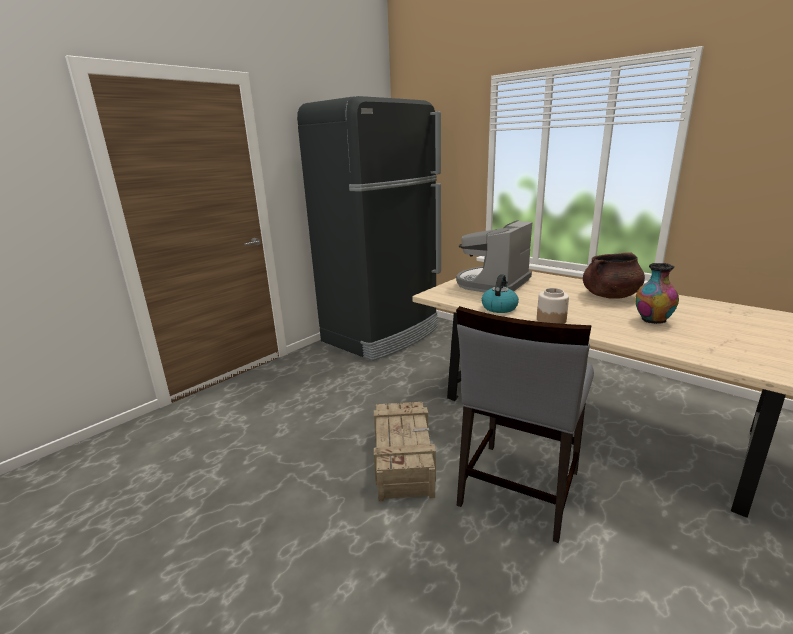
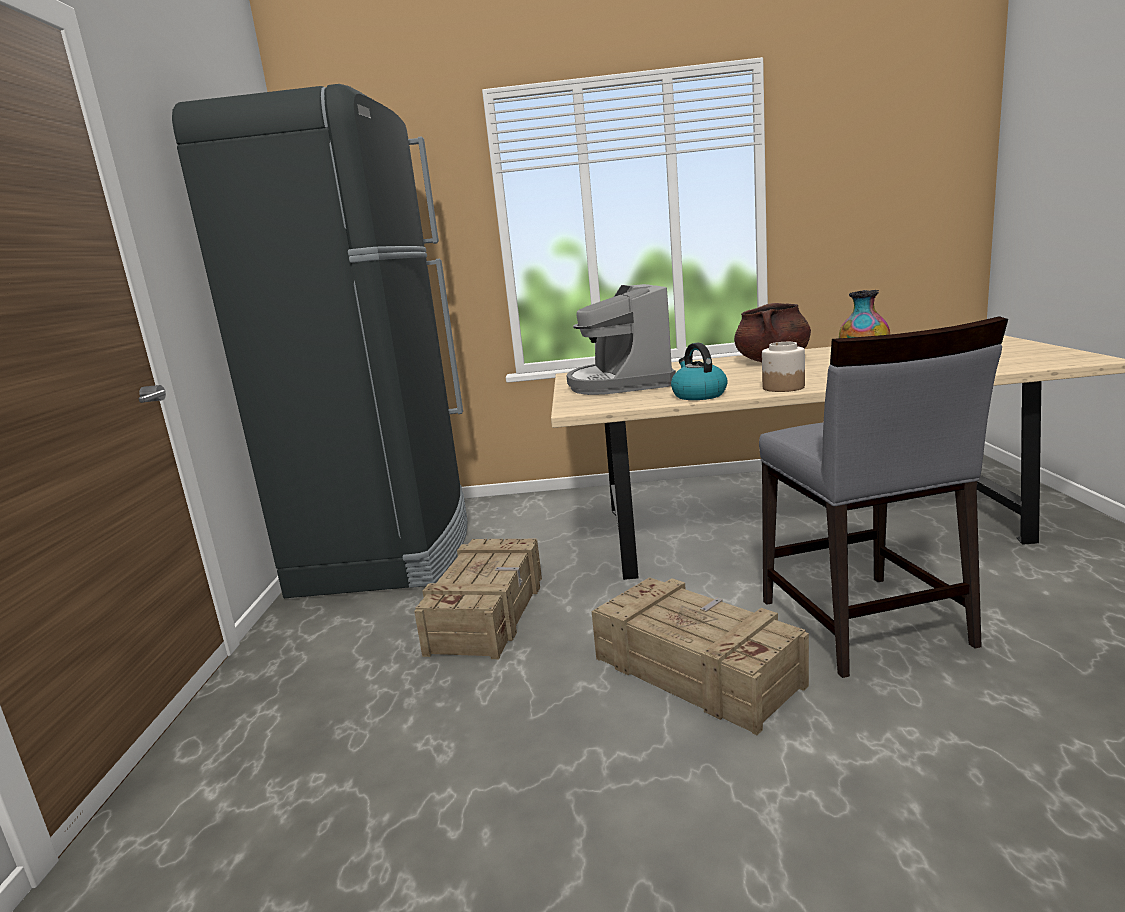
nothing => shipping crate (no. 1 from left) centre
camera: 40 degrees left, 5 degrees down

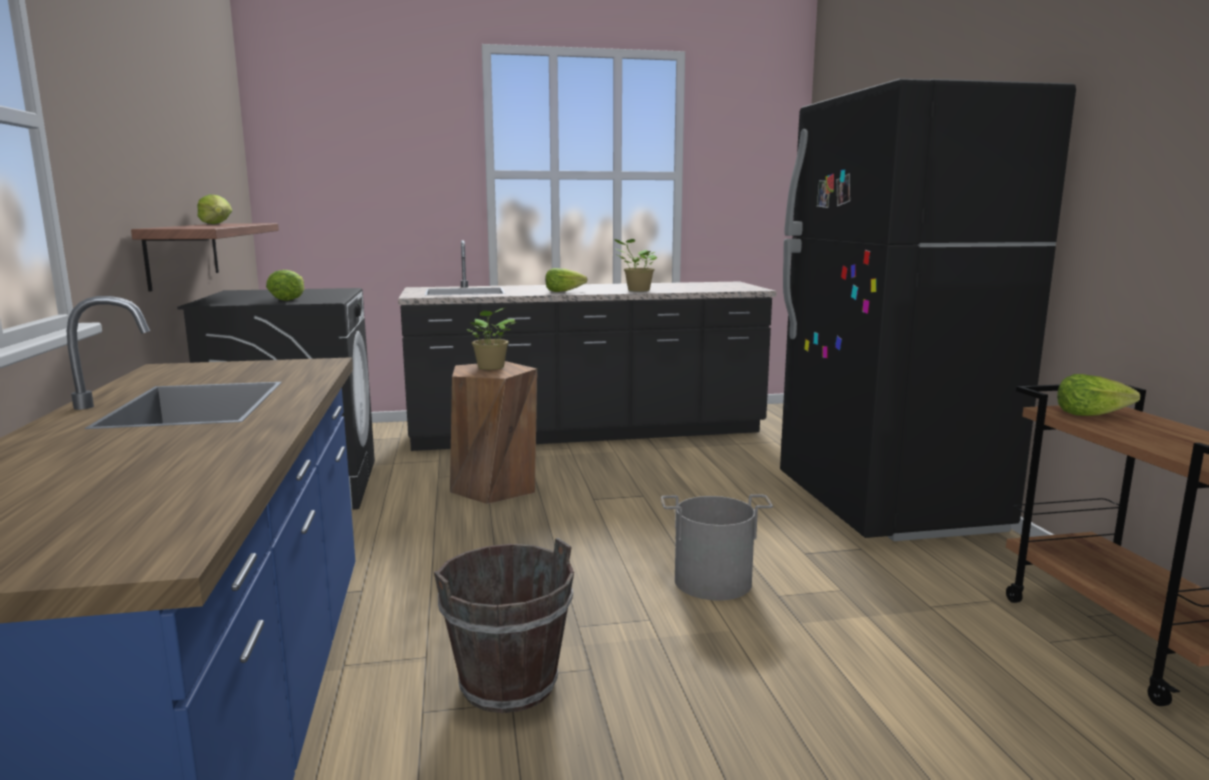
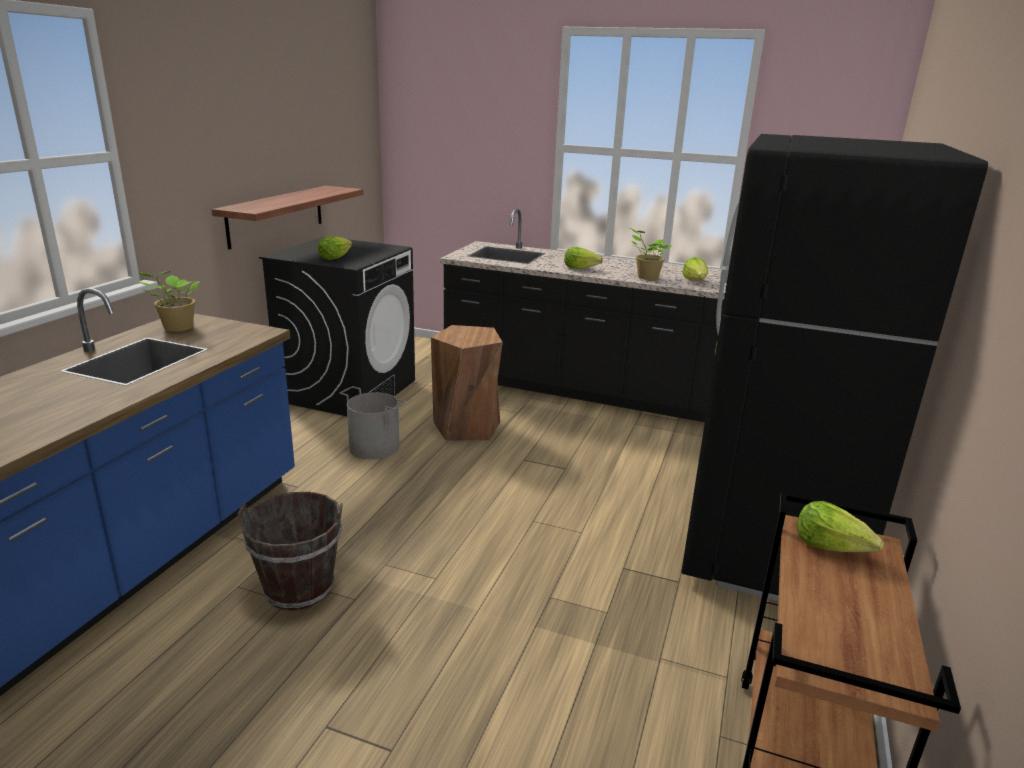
head of lettuce (no. 1 from left in the first image) top left => head of lettuce (no. 3 from left) middle right, shifted
potted plant (no. 1 from left) centre => potted plant (no. 1 from left) middle left, shifted
greyish bucket bottom centre => greyish bucket centre, shifted
camera: 30 degrees right, 10 degrees up

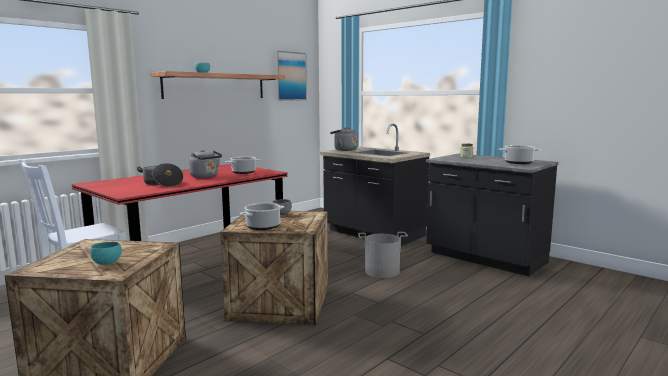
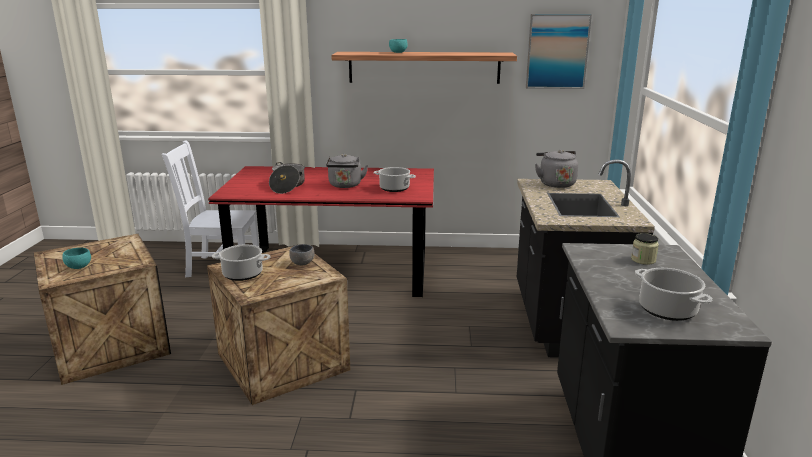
greyish bucket bottom centre => nothing
camera: 50 degrees right, 10 degrees up

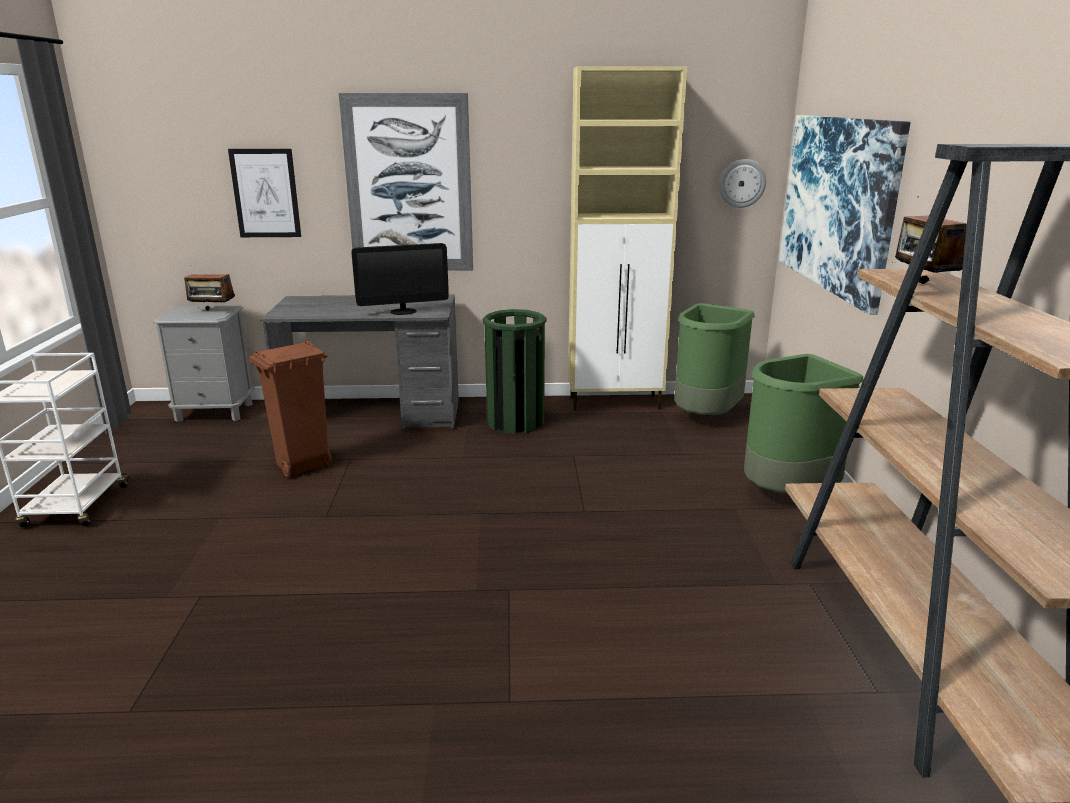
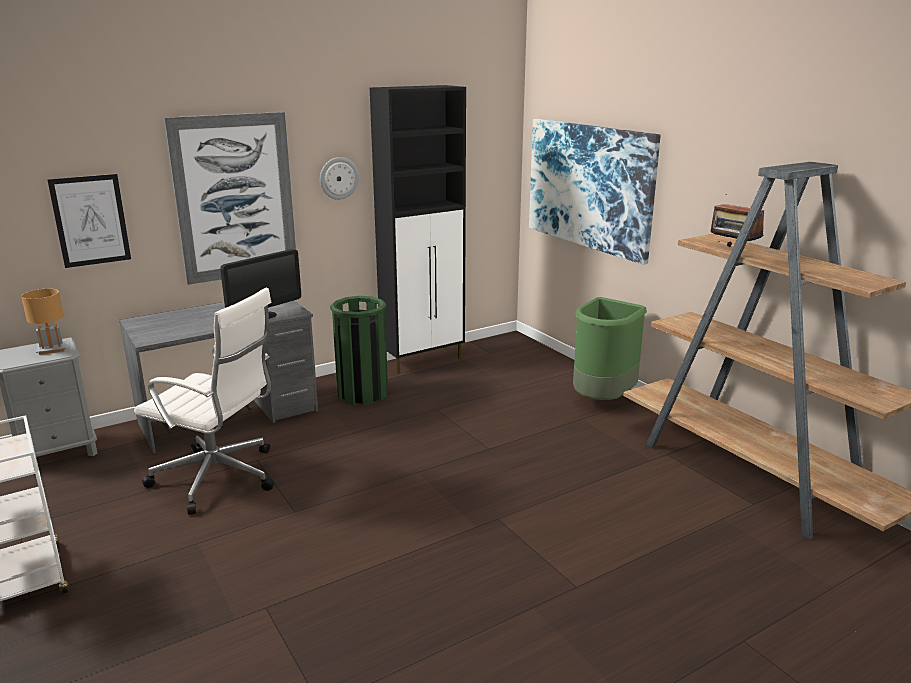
green-coloured trash can (no. 2 from left) middle right => nothing
wall clock top right => wall clock top centre, shifted
radio set (no. 1 from left) middle left => brown table lamp middle left
brown trash can middle left => whitish office chair middle left
beige storage cabinet top centre => black-coloured storage cabinet centre
camera: 30 degrees left, 0 degrees up

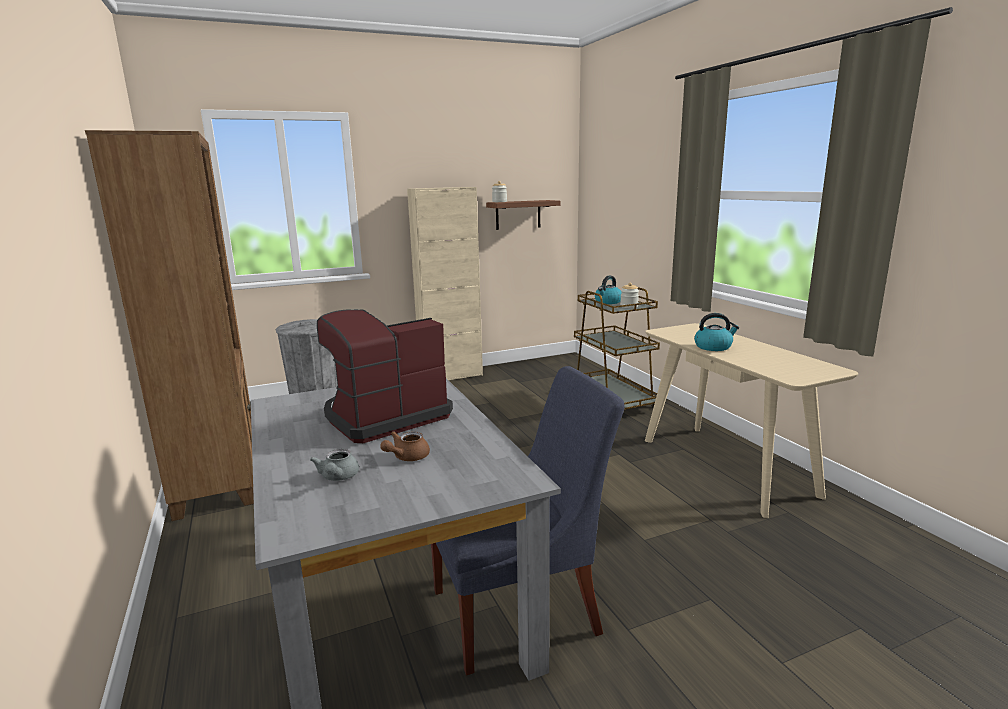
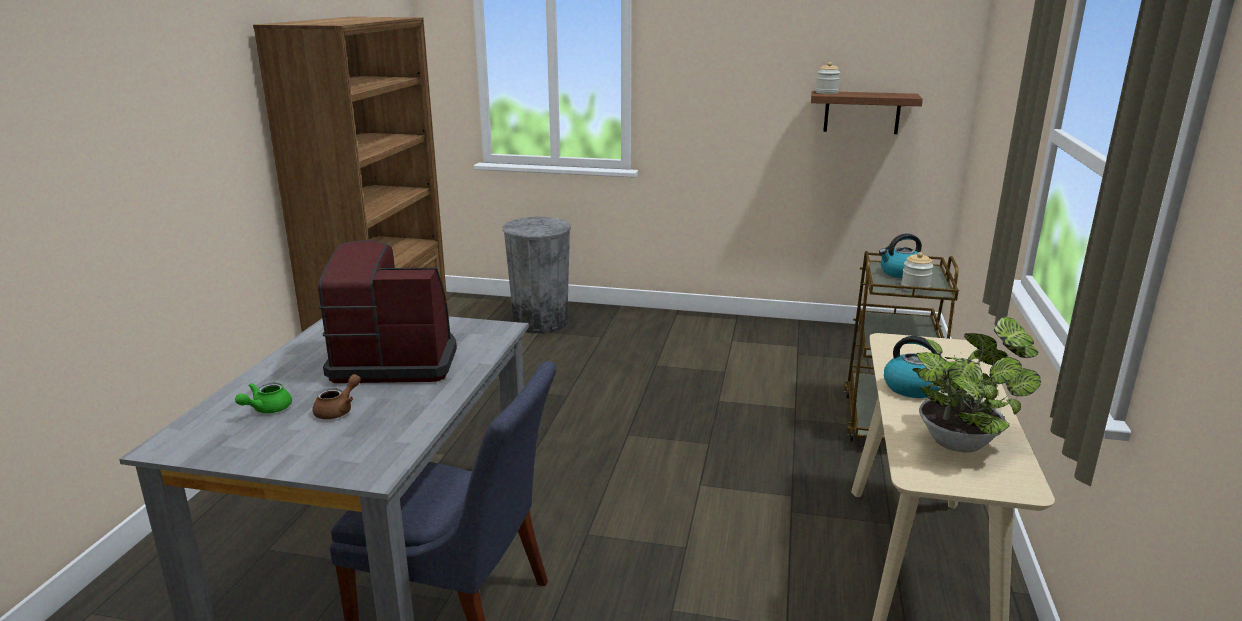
beige storage cabinet centre => nothing
nothing => potted plant middle right
greyish pot for tea middle left => green-coloured pot for tea middle left
brown pot for tea centre => brown pot for tea middle left, 135 degrees clockwise
camera: 35 degrees right, 5 degrees up

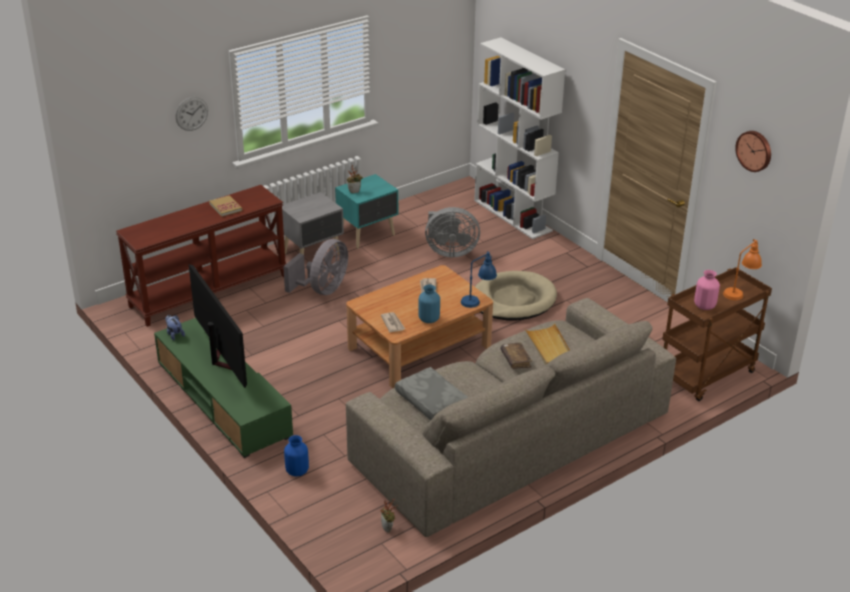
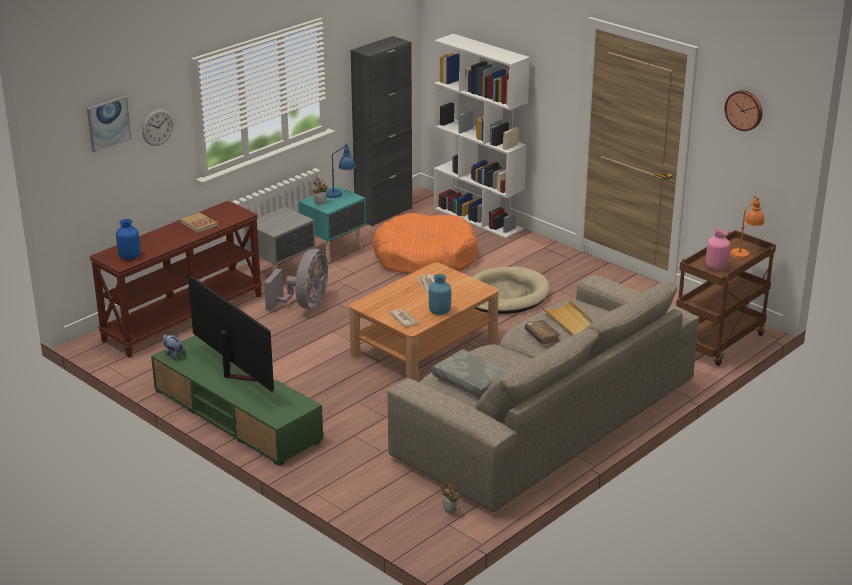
nothing => wall art top left
nothing => black-coloured storage cabinet top centre
blue-coloured decorative vase (no. 1 from left) bottom centre => blue-coloured decorative vase (no. 1 from left) middle left, shifted
blue-coloured table lamp centre => blue-coloured table lamp top centre, shifted
greyish electric fan (no. 2 from left) centre => orange dog bed centre
camera: 10 degrees left, 5 degrees down

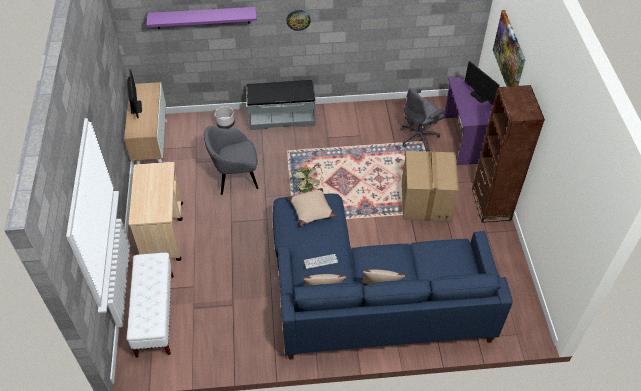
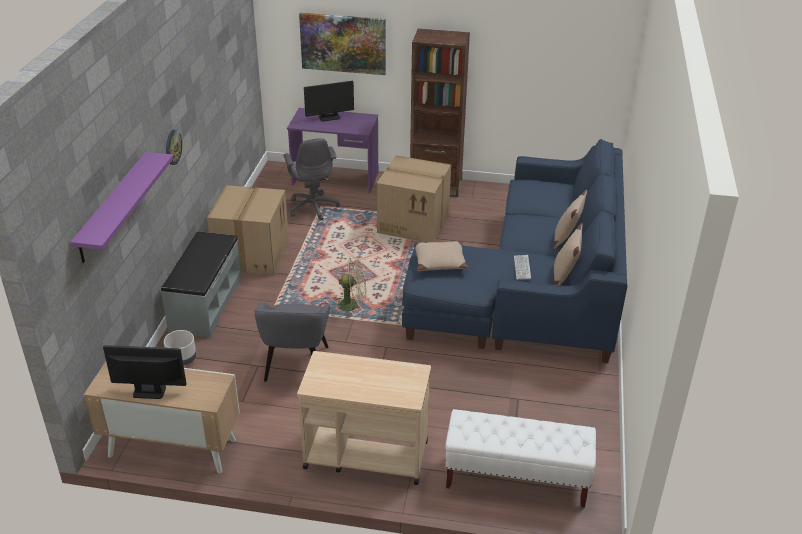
nothing => cardboard box (no. 1 from left) middle left
camera: 75 degrees left, 15 degrees down

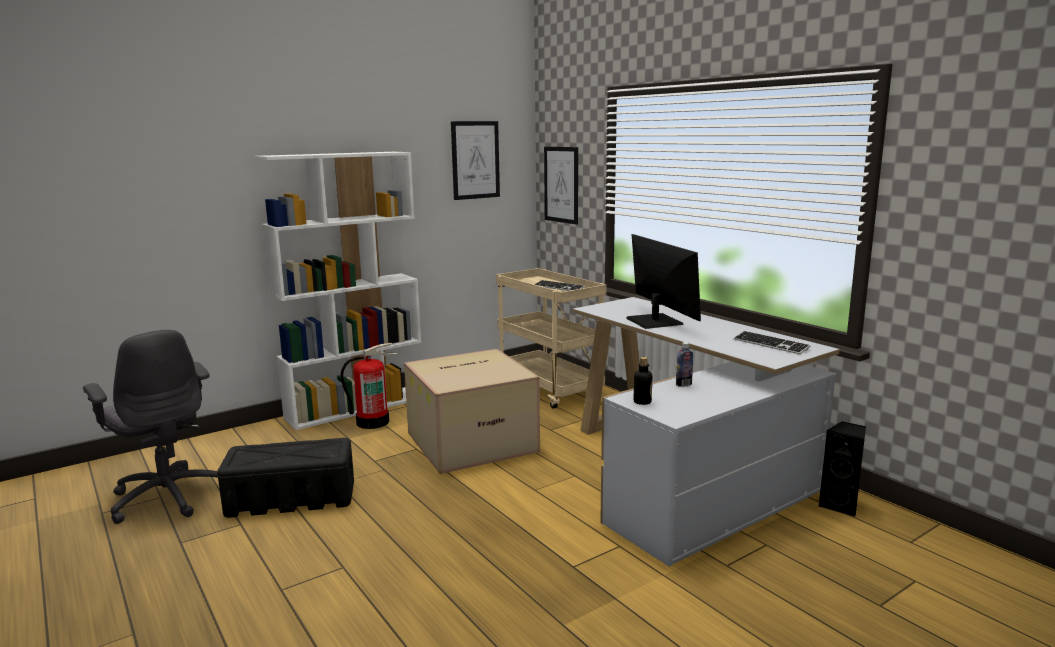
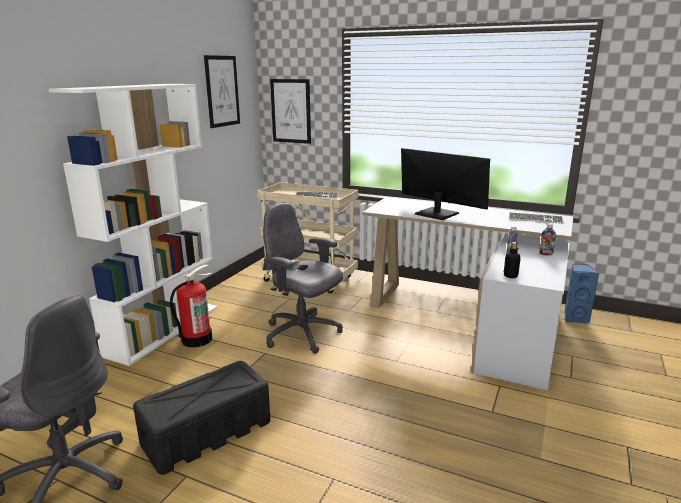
nothing => beverage bottle (no. 3 from left) middle right
cardboard box centre => greyish office chair (no. 2 from left) centre
black-coloured loudspeaker bottom right => blue-coloured loudspeaker middle right
camera: 30 degrees left, 5 degrees up

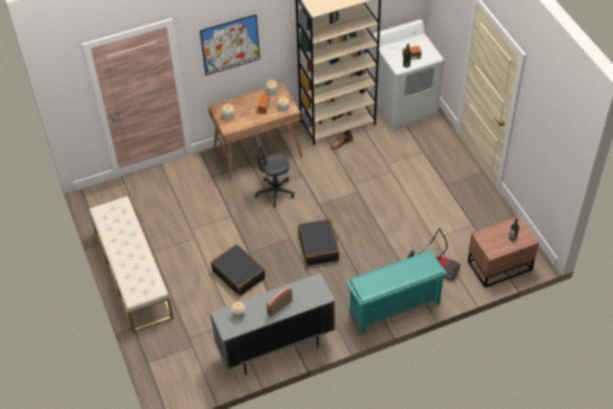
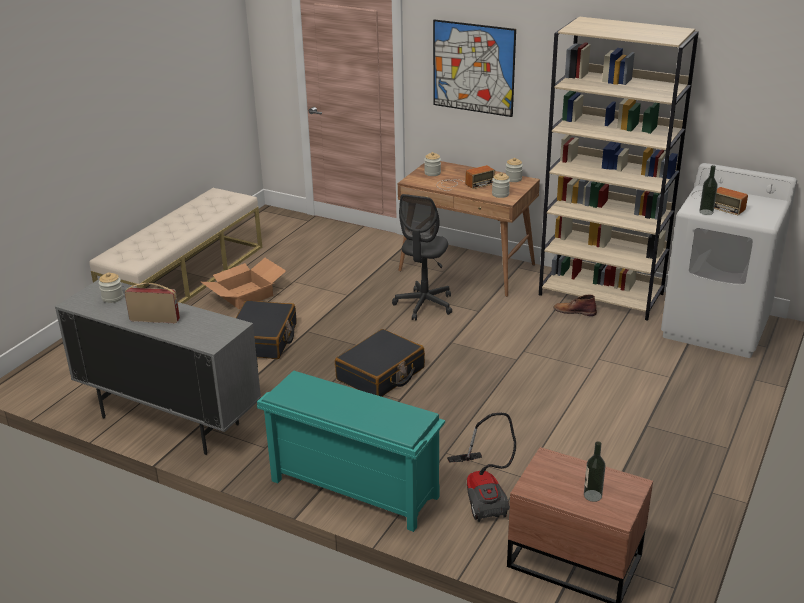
nothing => cardboard box middle left
greyish office chair centre, 105 degrees counterclockwise
camera: 50 degrees right, 20 degrees down

